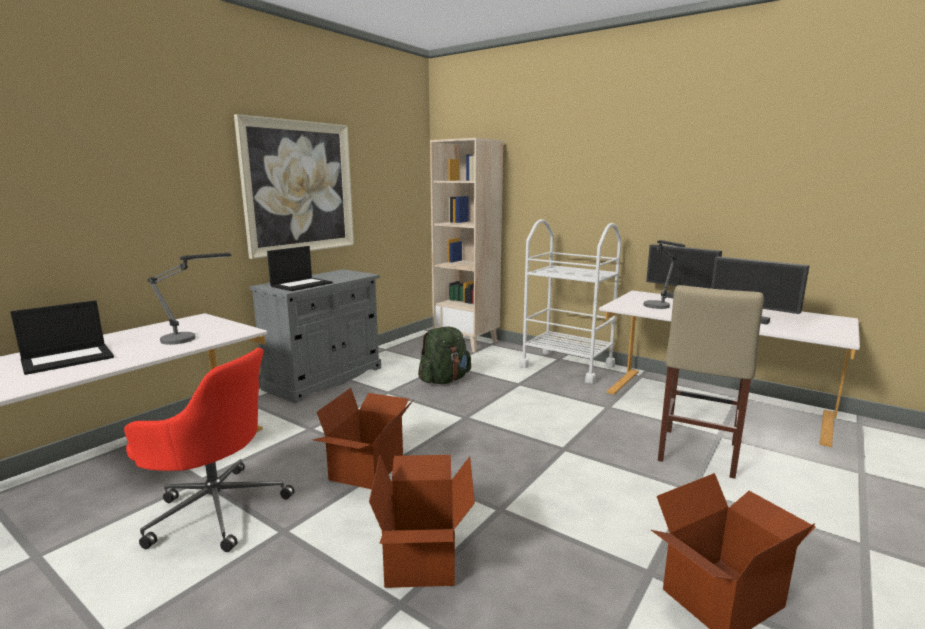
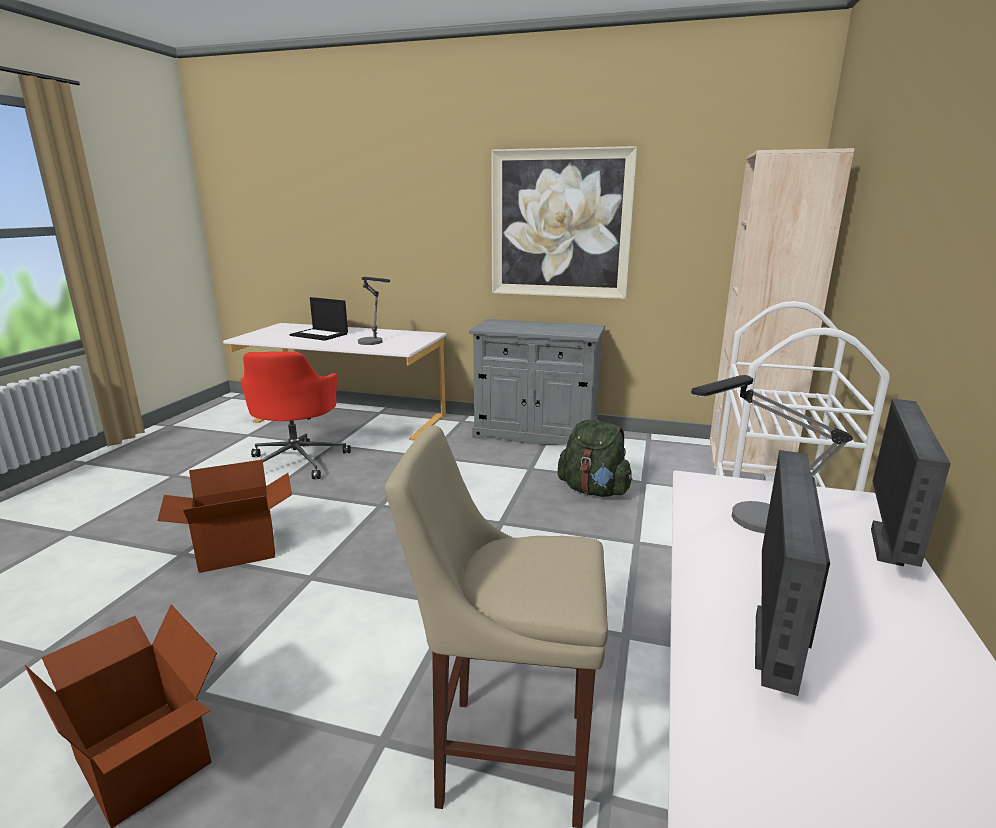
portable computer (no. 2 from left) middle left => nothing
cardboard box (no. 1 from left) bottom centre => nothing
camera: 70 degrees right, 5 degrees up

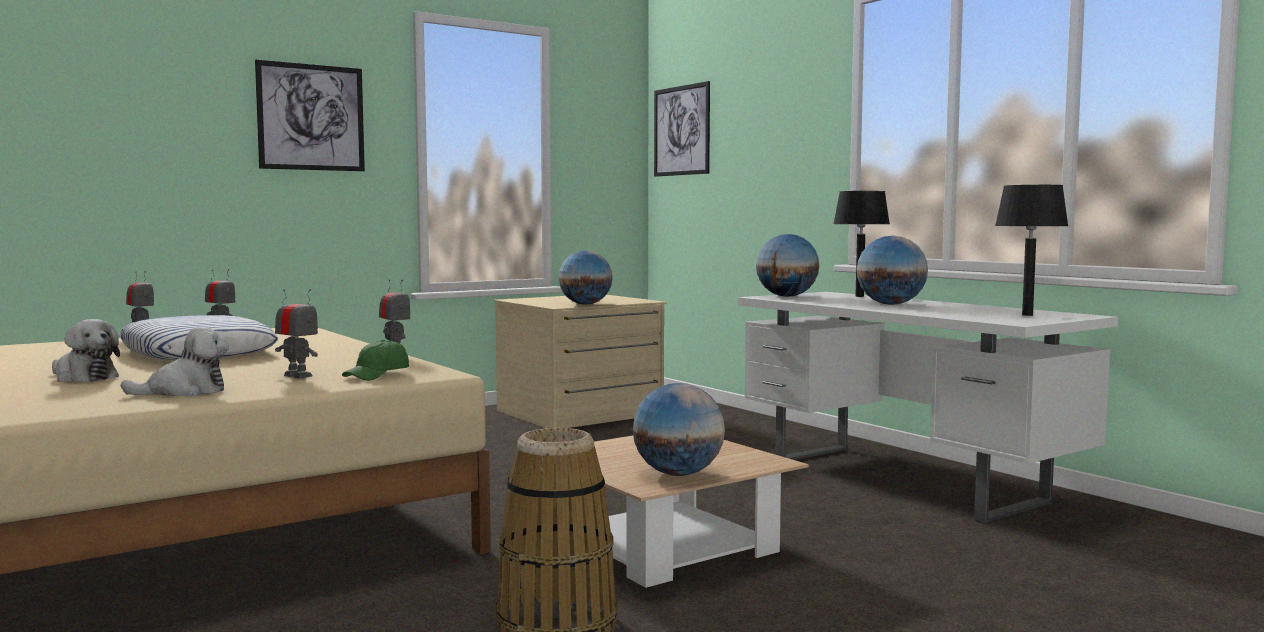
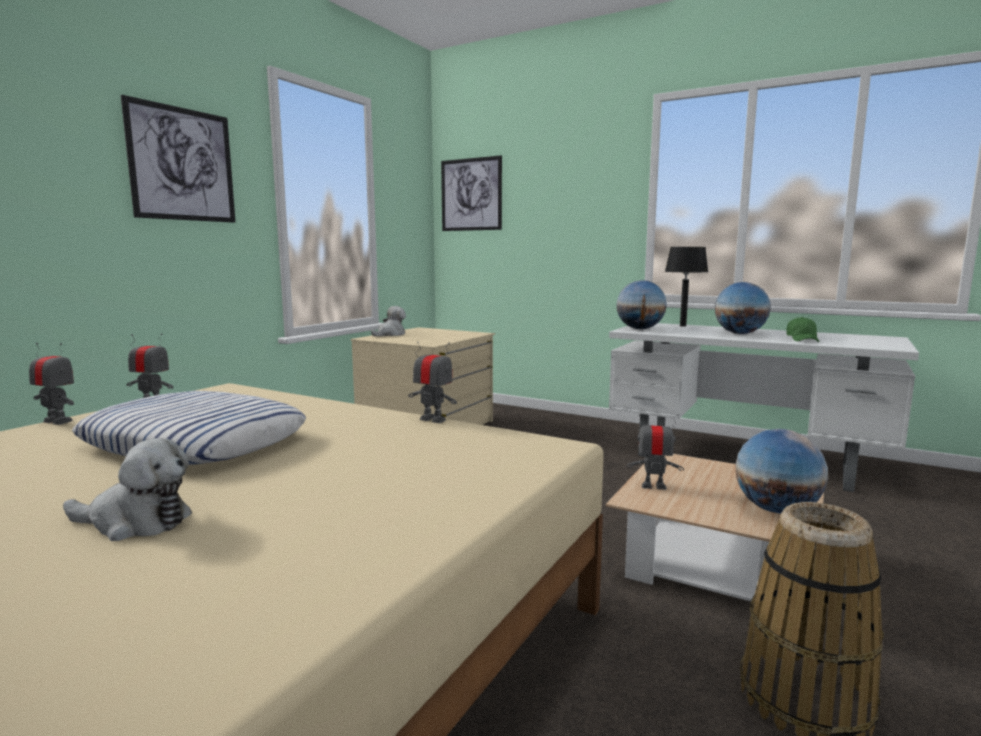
globe (no. 1 from left) centre => nothing
black-coloured table lamp (no. 2 from left) middle right => nothing
cuddly toy (no. 2 from left) middle left => cuddly toy (no. 2 from left) centre, shifted
model robot (no. 3 from left in the first image) middle left => model robot (no. 4 from left) middle right, shifted
green-coloured cap middle left => green-coloured cap middle right, shifted
camera: 25 degrees left, 5 degrees up

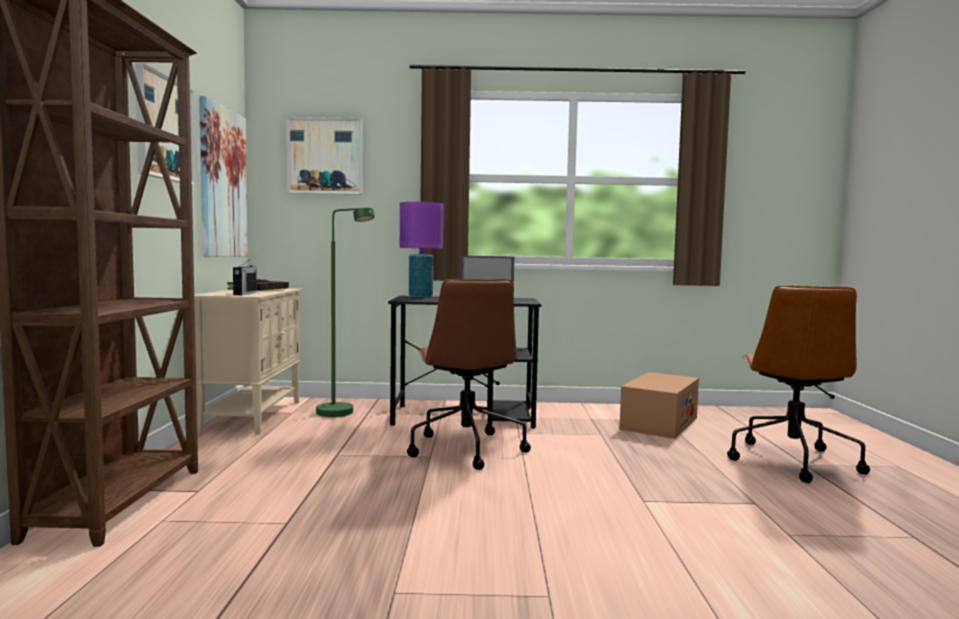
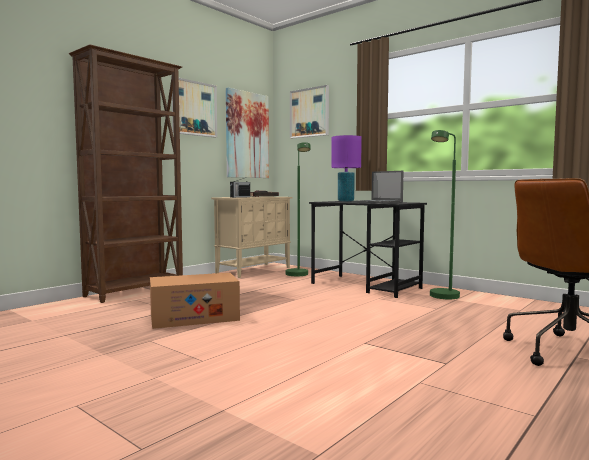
brown office chair (no. 1 from left) centre => nothing
nothing => green-coloured standing lamp (no. 2 from left) middle right
cardboard box middle right => cardboard box middle left, shifted
camera: 40 degrees right, 0 degrees up

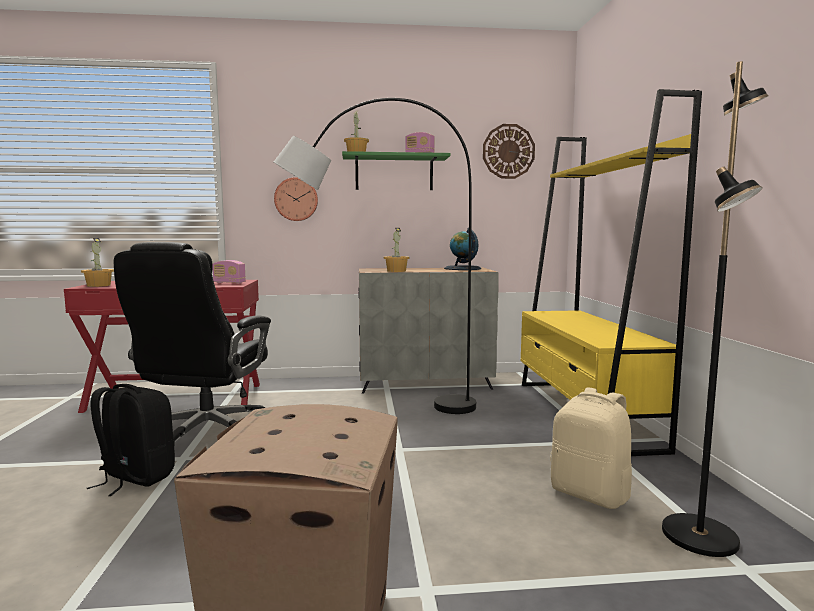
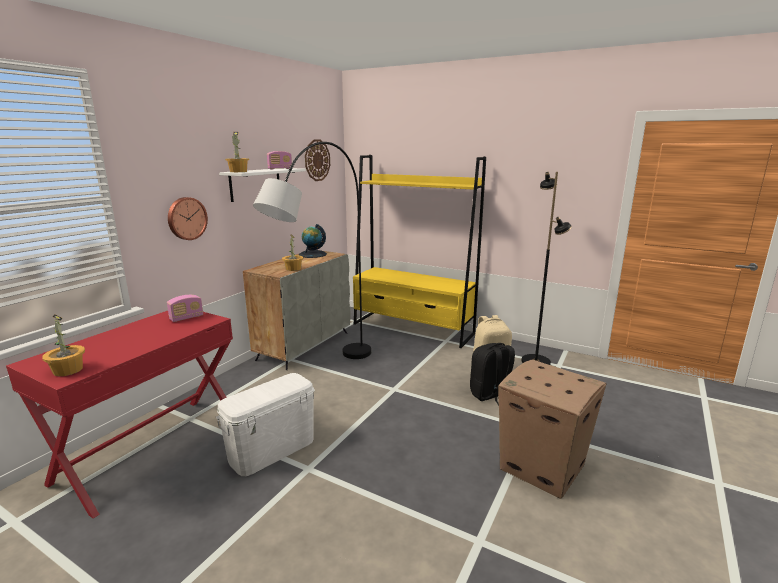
black-coloured knapsack bottom left => black-coloured knapsack centre, shifted
black-coloured office chair middle left => whitish storage bin bottom centre
green-coloured bracket shelf top centre => whitish bracket shelf top centre
camera: 55 degrees left, 10 degrees up

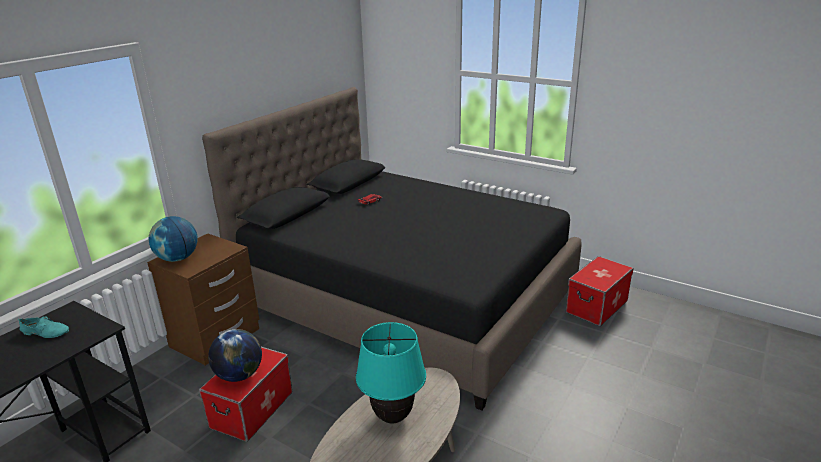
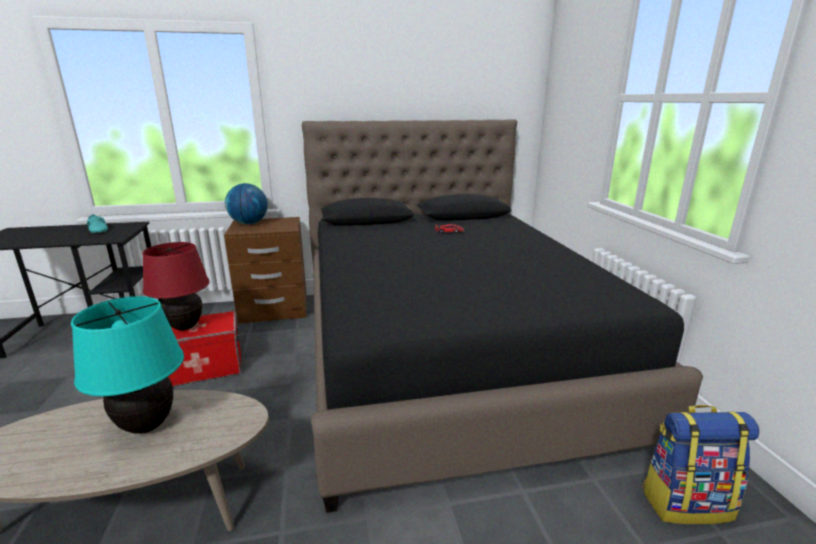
globe (no. 2 from left) bottom left => red-coloured table lamp middle left
storage bin (no. 2 from left) middle right => knapsack bottom right
camera: 45 degrees right, 5 degrees down

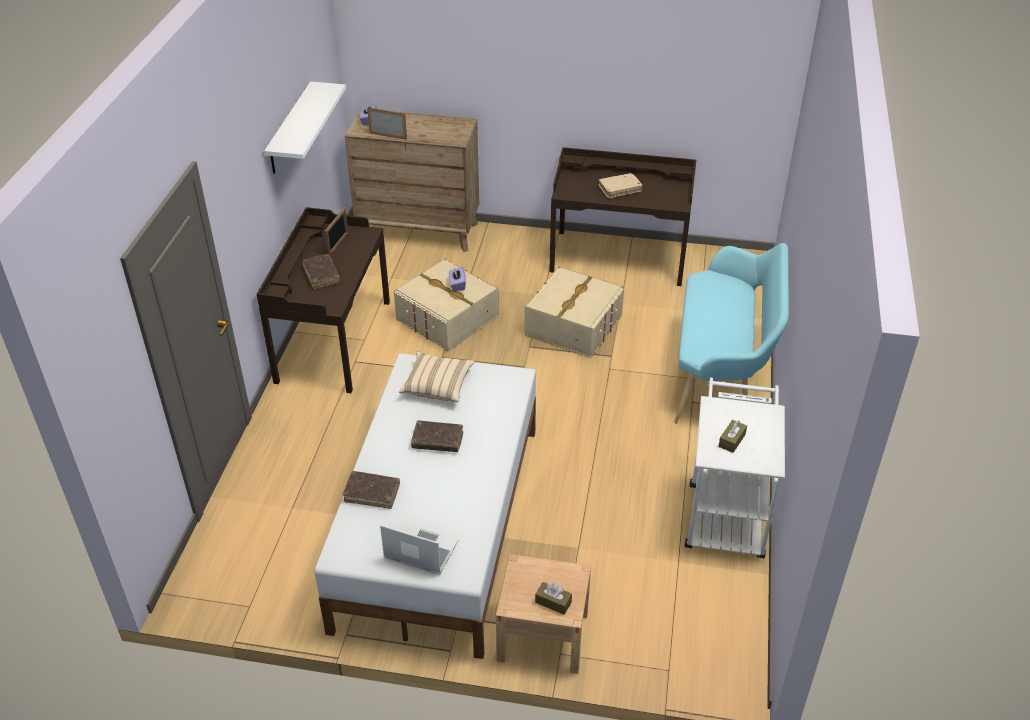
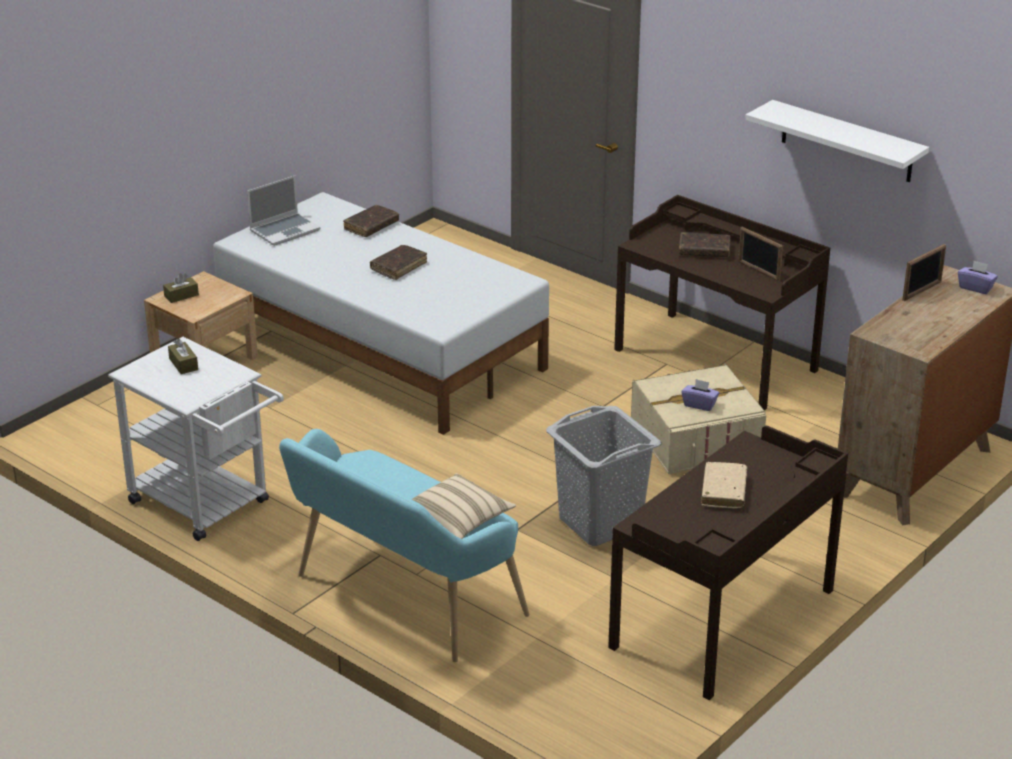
beige pillow centre => beige pillow bottom centre, shifted
beige storage bin (no. 2 from left) centre => greyish washing basket centre
camera: 120 degrees right, 10 degrees down

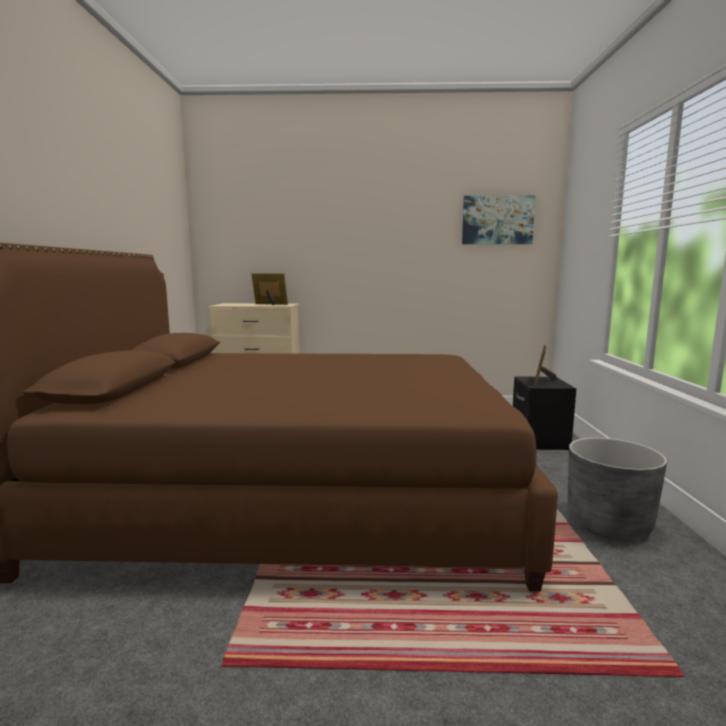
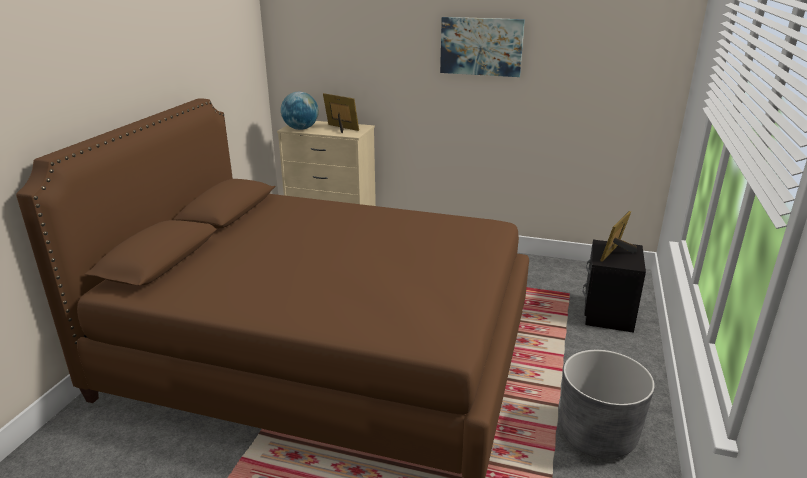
nothing => globe top centre
wall art top right => wall art top centre, shifted
camera: 15 degrees right, 15 degrees up

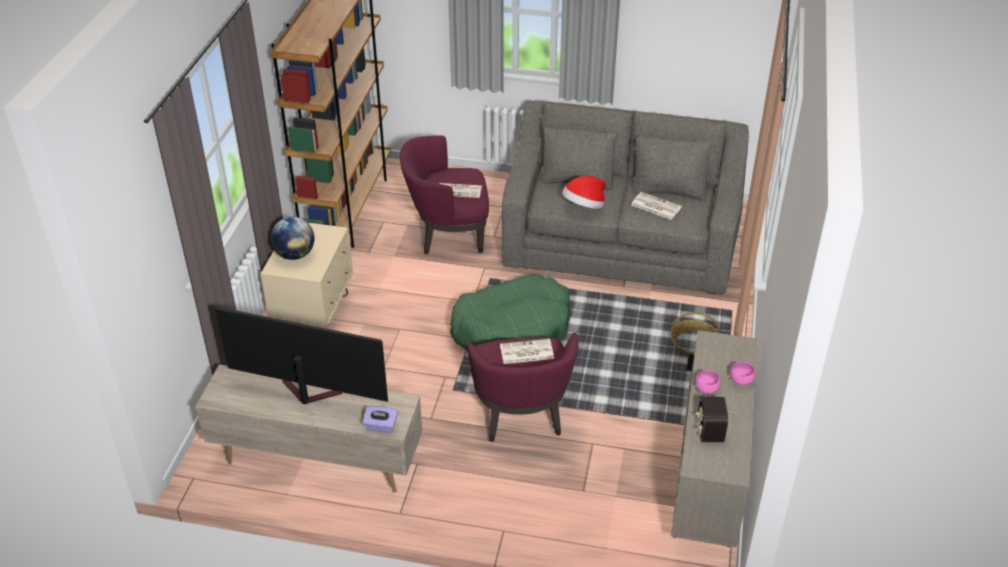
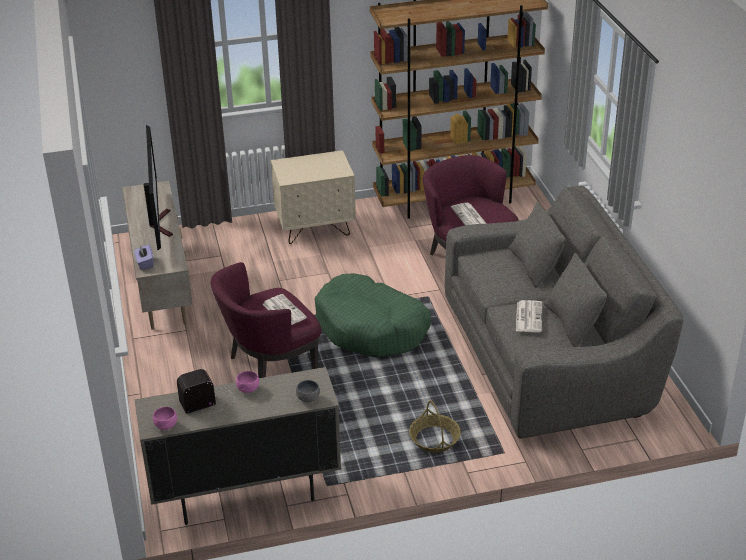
globe middle left => nothing
clothing hat centre => nothing
nothing => greyish serving bowl bottom centre
pink-coloured serving bowl (no. 2 from left in the first image) middle right => pink-coloured serving bowl (no. 1 from left) bottom left, shifted
camera: 65 degrees right, 5 degrees down

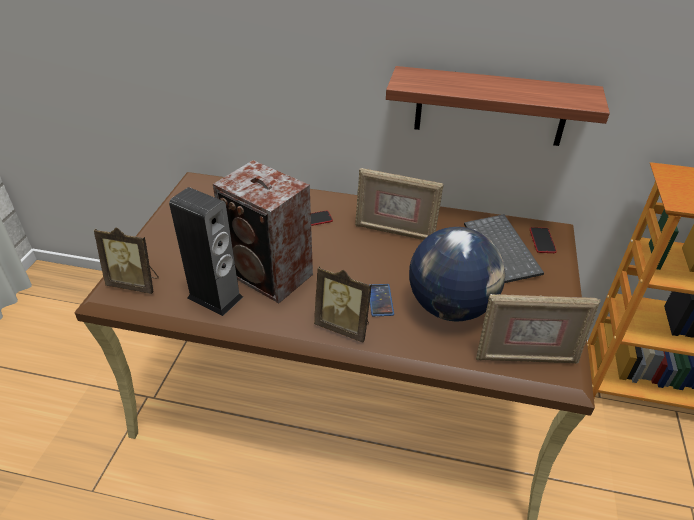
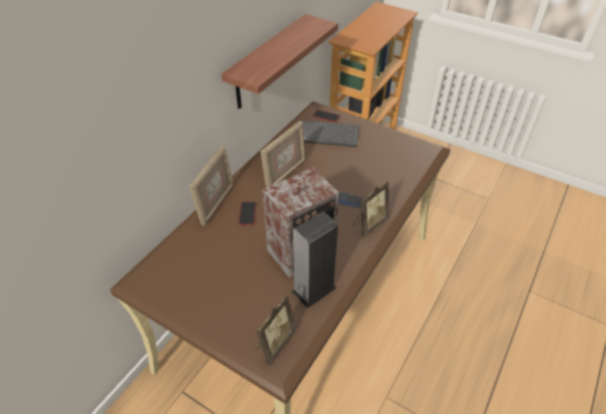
globe centre => nothing
standing frame (no. 4 from left in the first image) middle right => standing frame (no. 1 from left) centre, shifted
camera: 70 degrees left, 5 degrees up

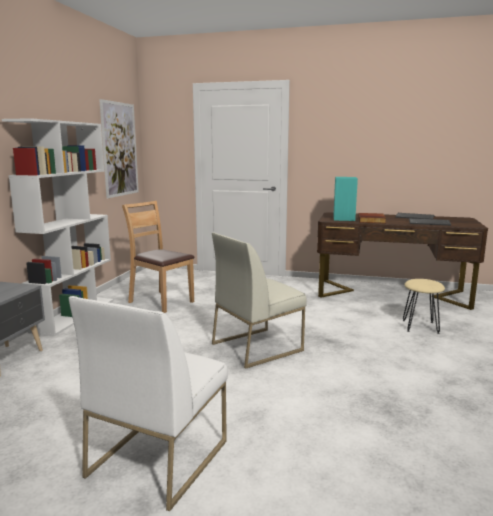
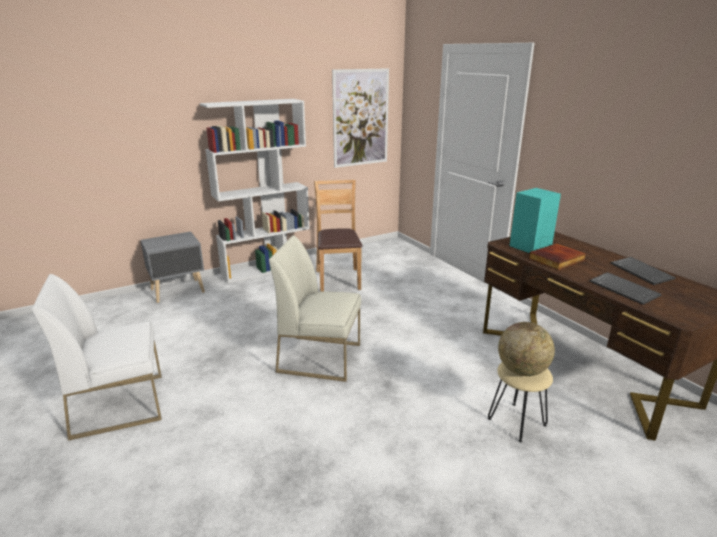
nothing => globe middle right
camera: 45 degrees right, 10 degrees up

